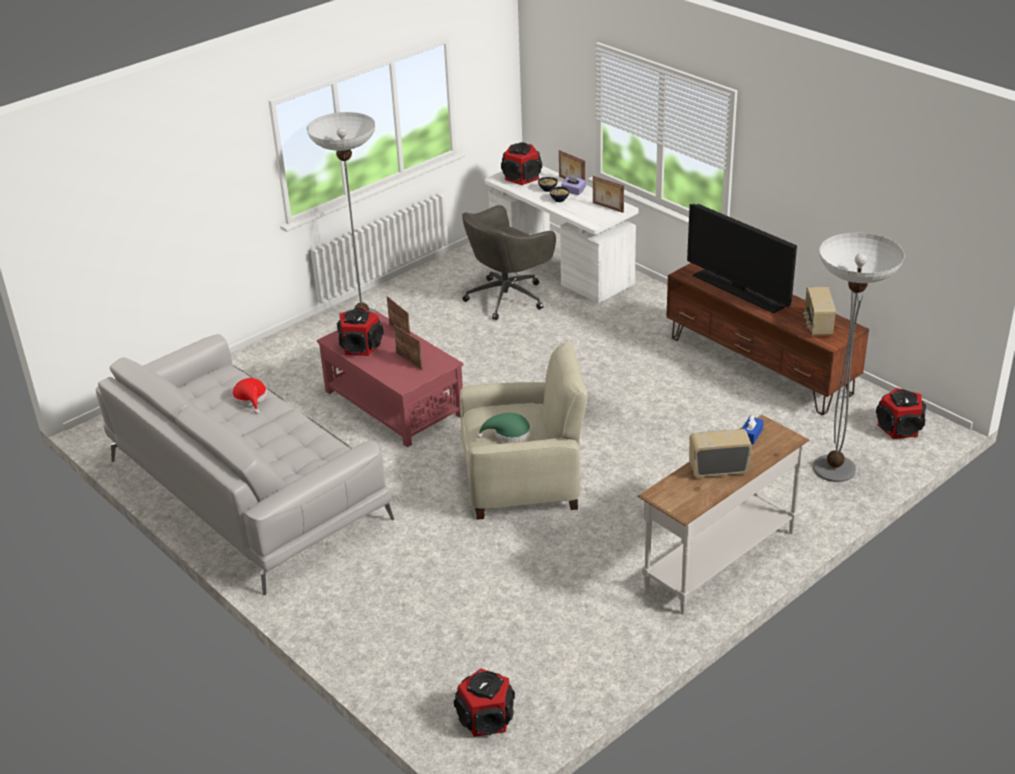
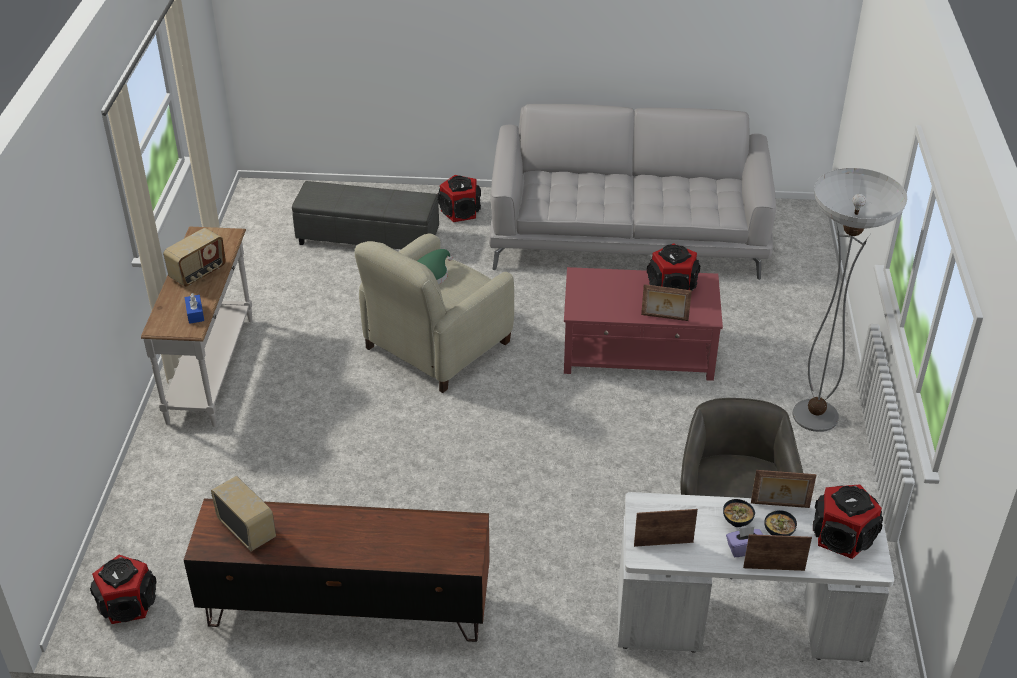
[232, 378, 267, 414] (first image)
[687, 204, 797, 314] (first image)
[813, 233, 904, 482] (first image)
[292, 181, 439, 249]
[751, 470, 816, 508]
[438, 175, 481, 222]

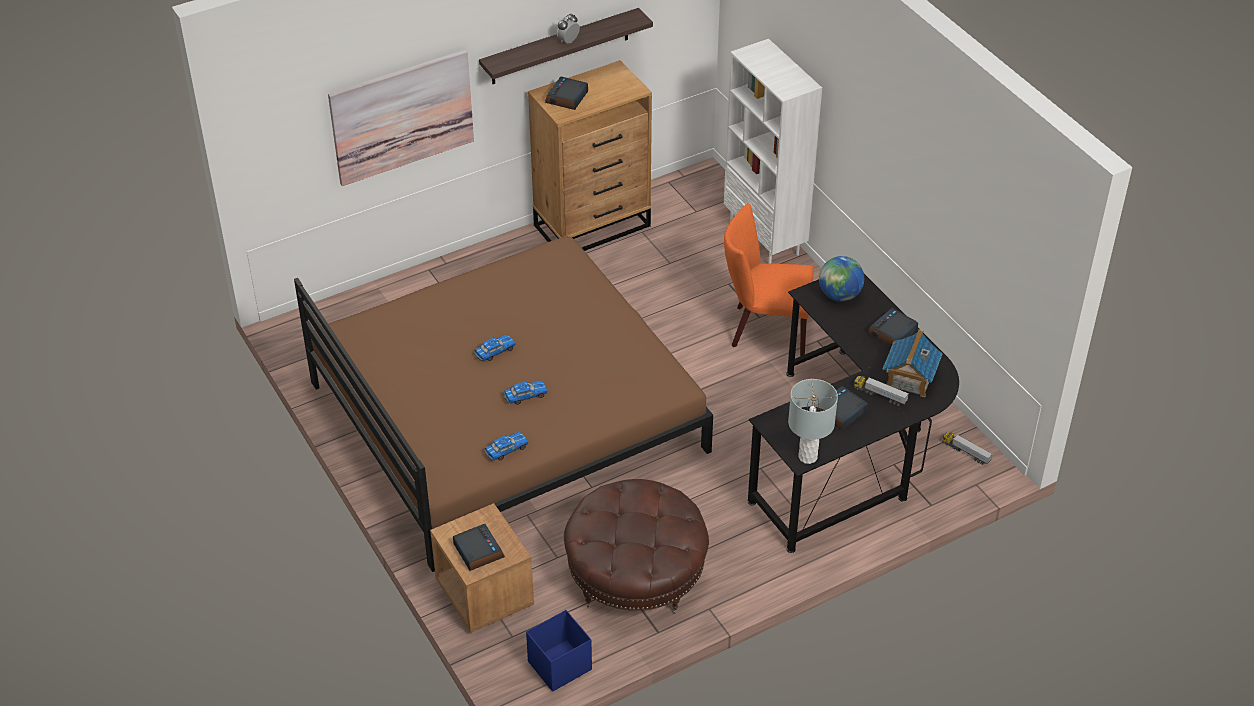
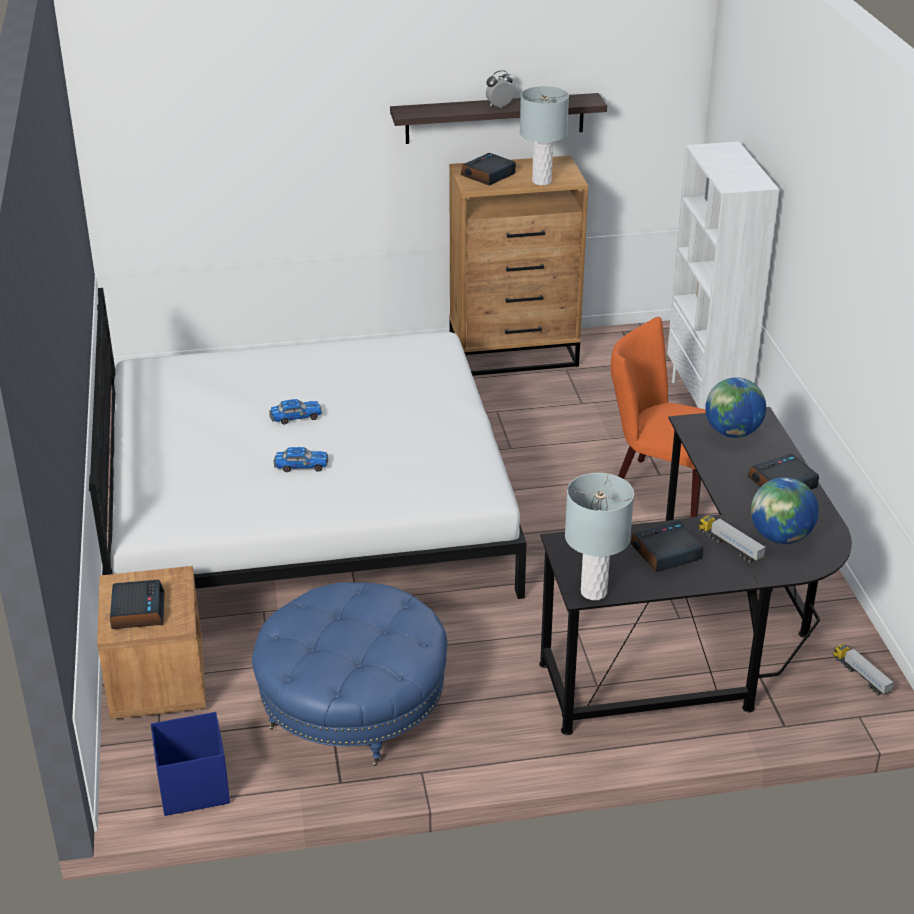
[328, 50, 474, 186] (first image)
[484, 432, 529, 461] (first image)
[520, 86, 569, 185]
[751, 477, 819, 544]
[89, 288, 526, 599]
[252, 582, 447, 766]

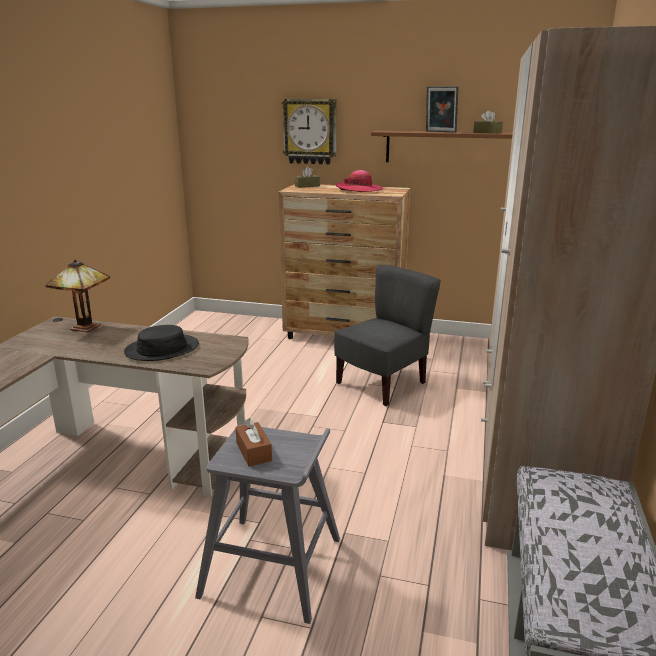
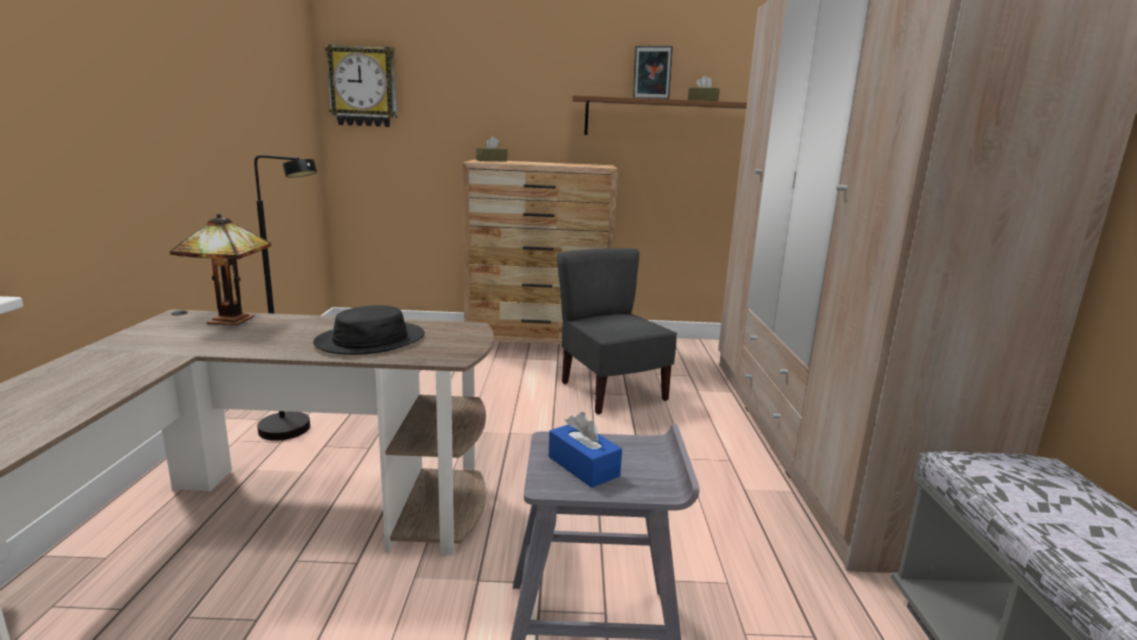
[336, 170, 384, 192] (first image)
[254, 155, 317, 441]
[325, 44, 397, 127]
[549, 412, 622, 488]
[557, 248, 677, 415]

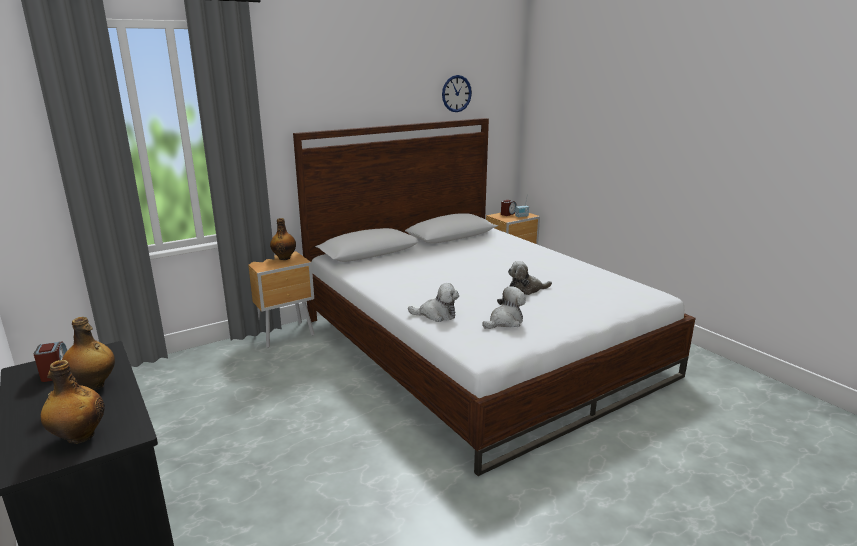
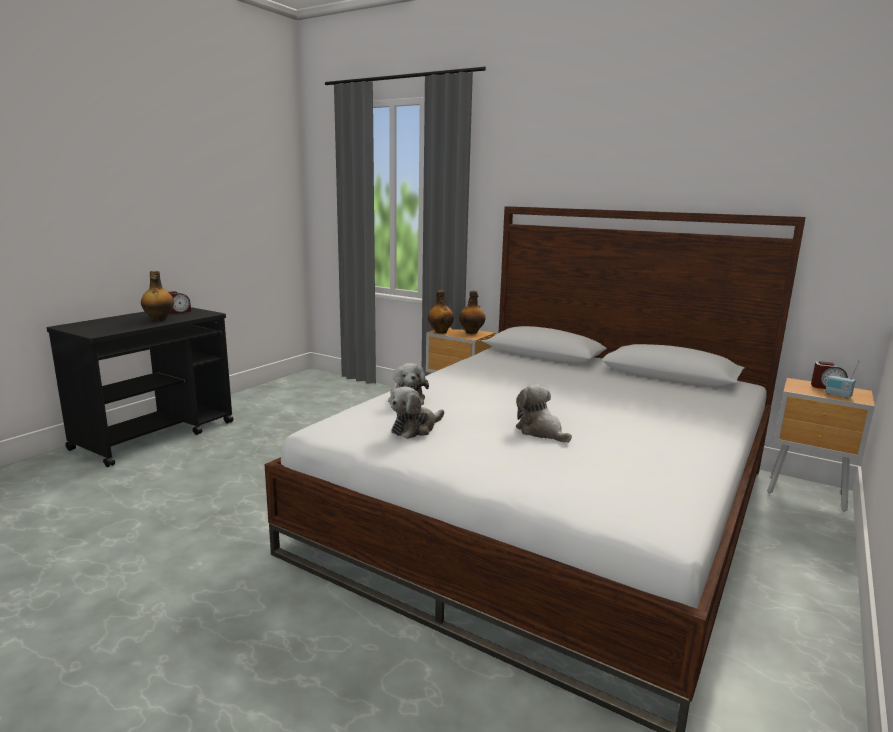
[442, 75, 472, 112] (first image)
[428, 290, 454, 334]
[390, 387, 444, 439]

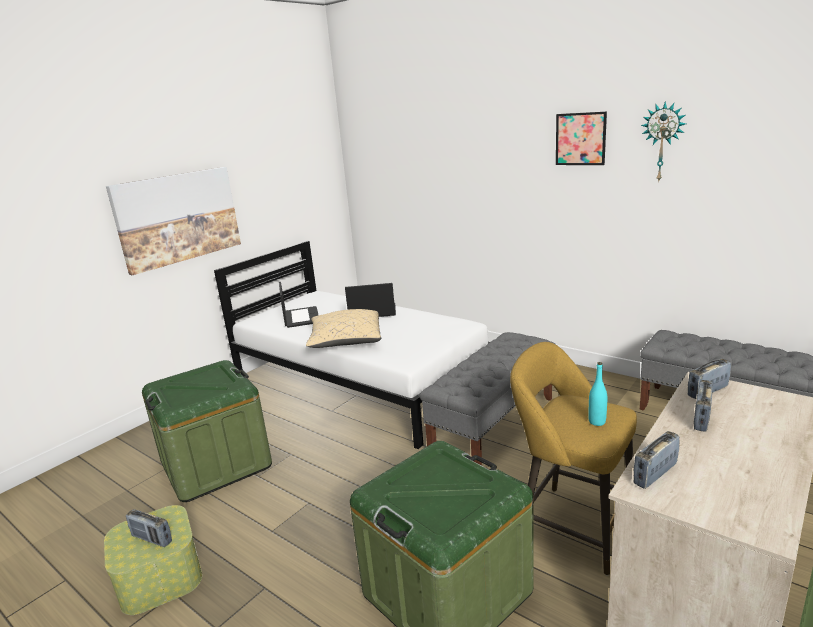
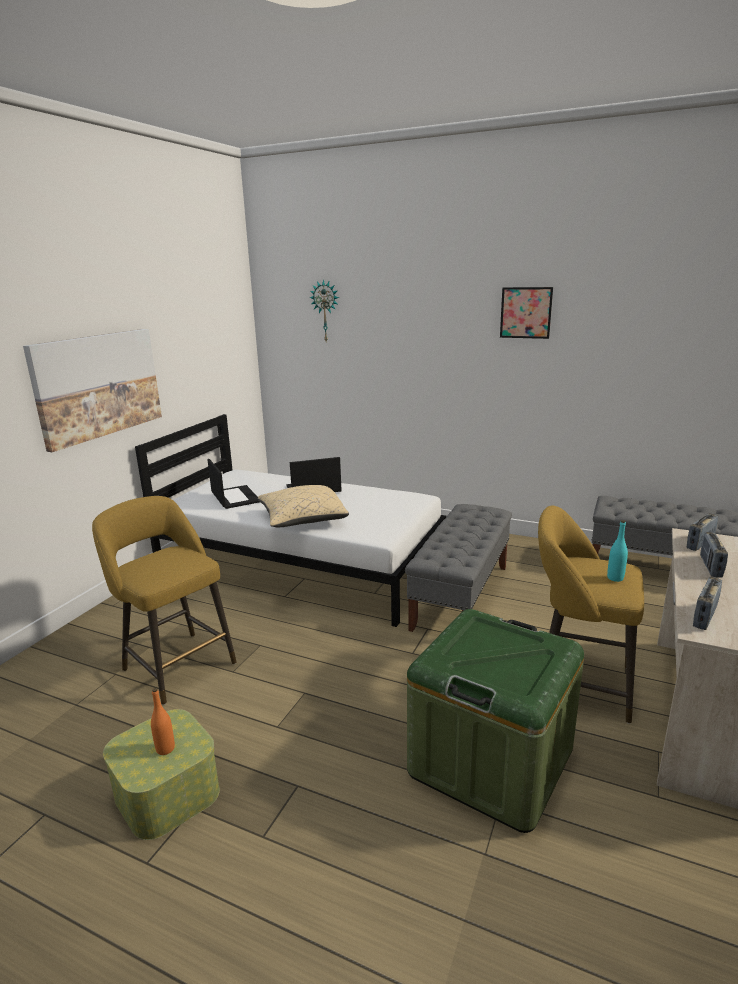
[309, 279, 339, 342]
[151, 688, 175, 755]
[92, 496, 237, 705]

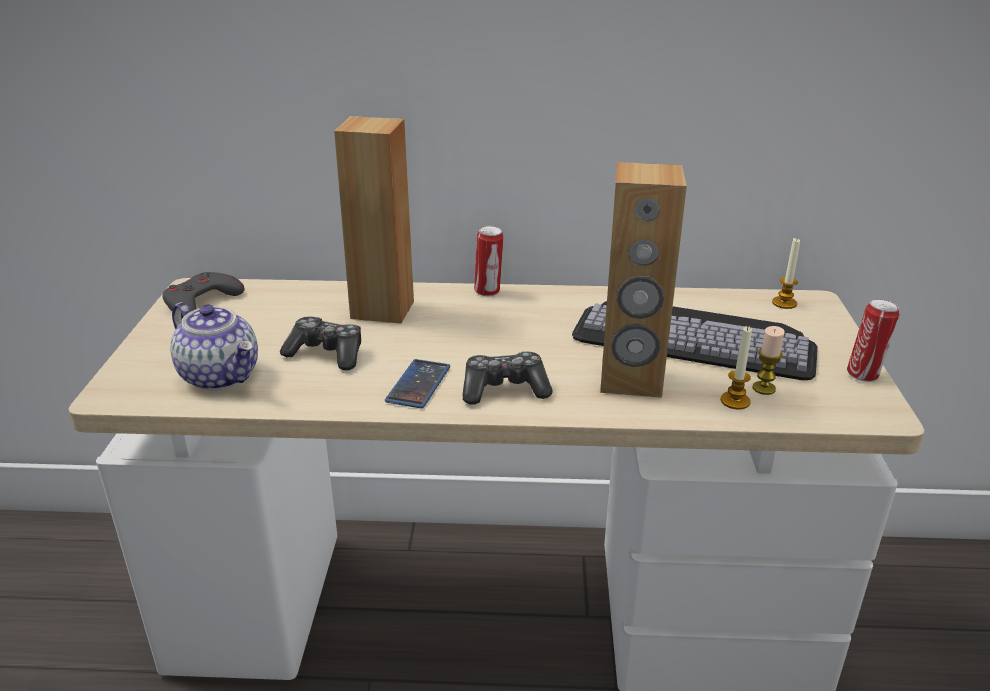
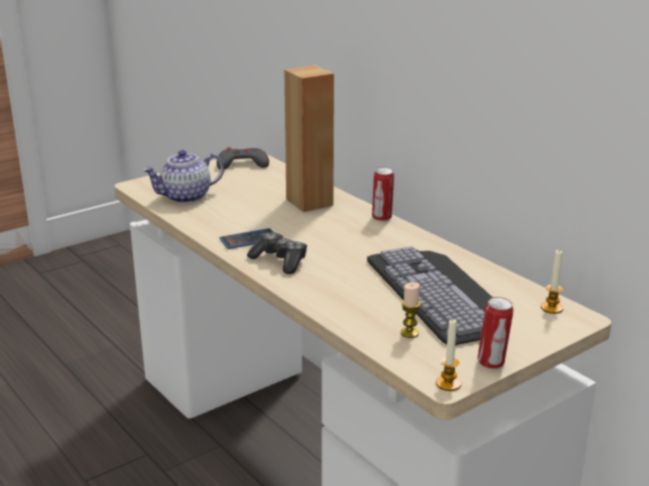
[280, 316, 361, 370] (first image)
[600, 162, 687, 398] (first image)
[436, 319, 461, 391]
[143, 150, 224, 203]

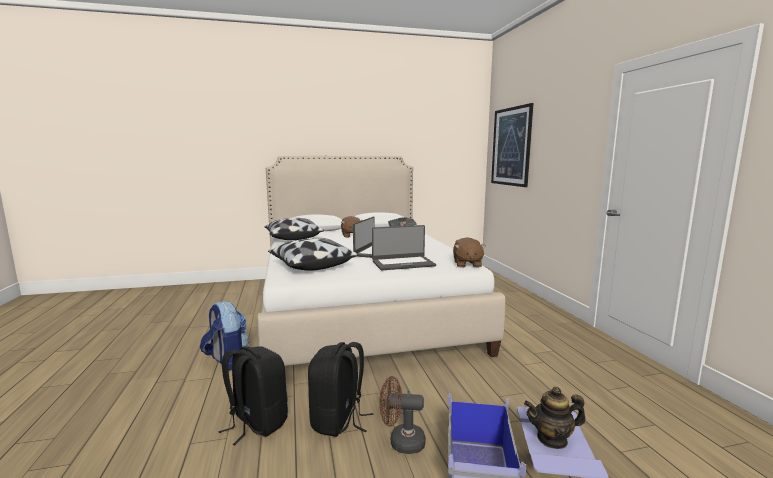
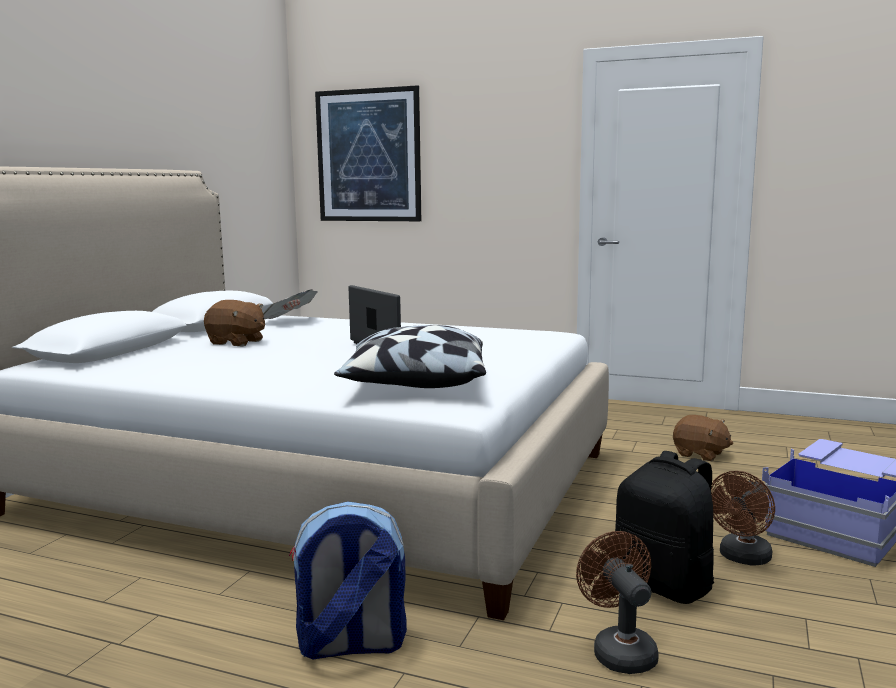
[264, 218, 324, 240] (first image)
[372, 225, 436, 270] (first image)
[524, 387, 586, 449] (first image)
[673, 415, 733, 461]
[576, 531, 659, 674]

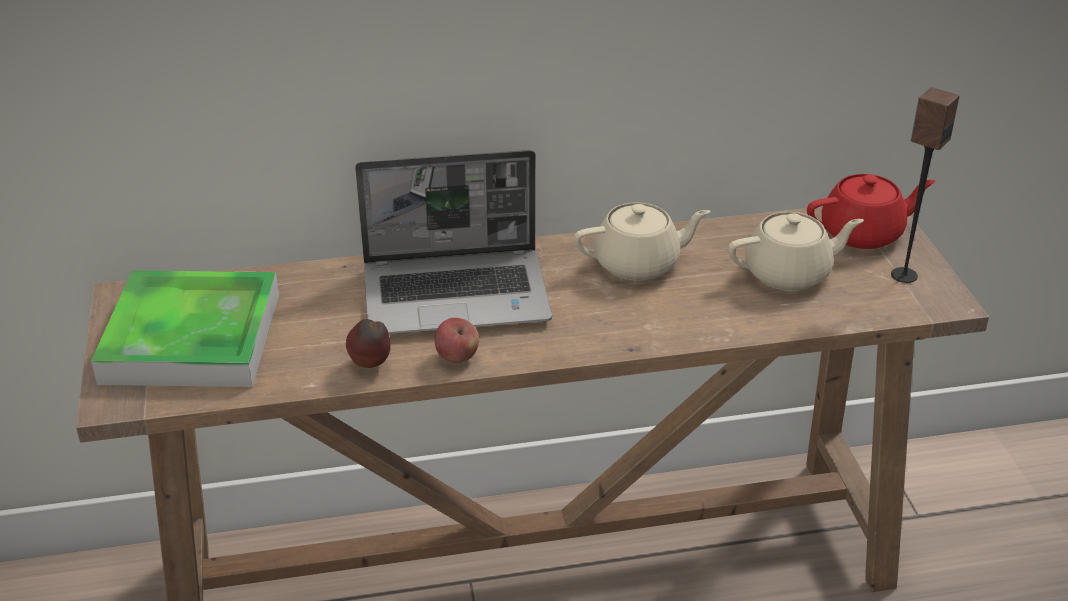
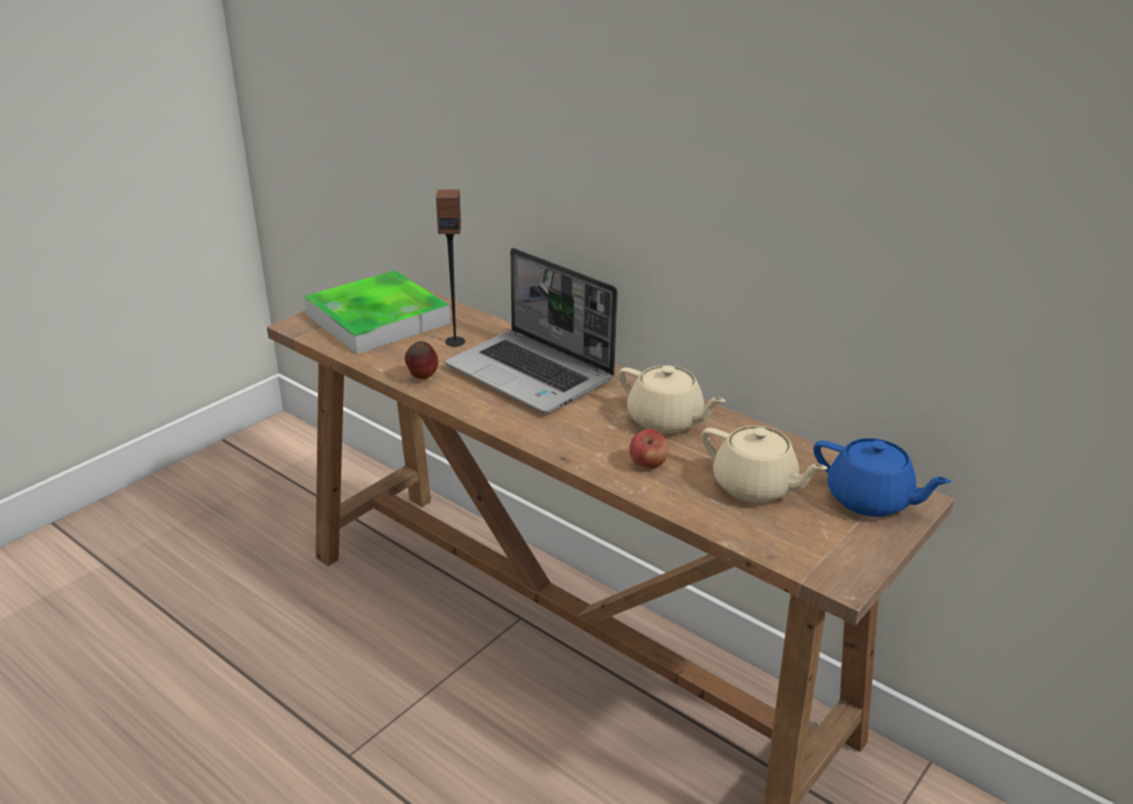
[629, 429, 669, 469]
[436, 190, 465, 347]
[813, 438, 951, 517]

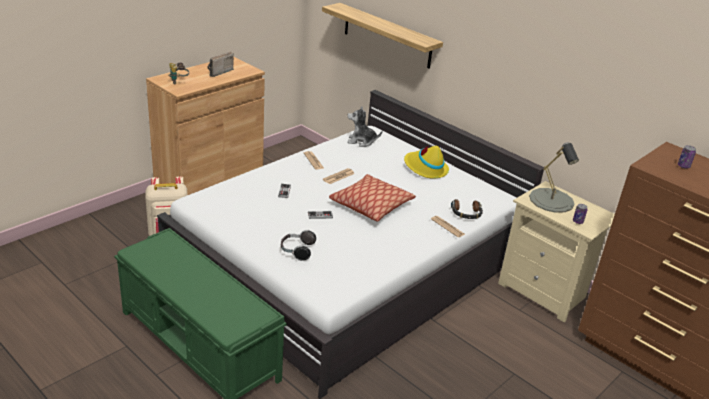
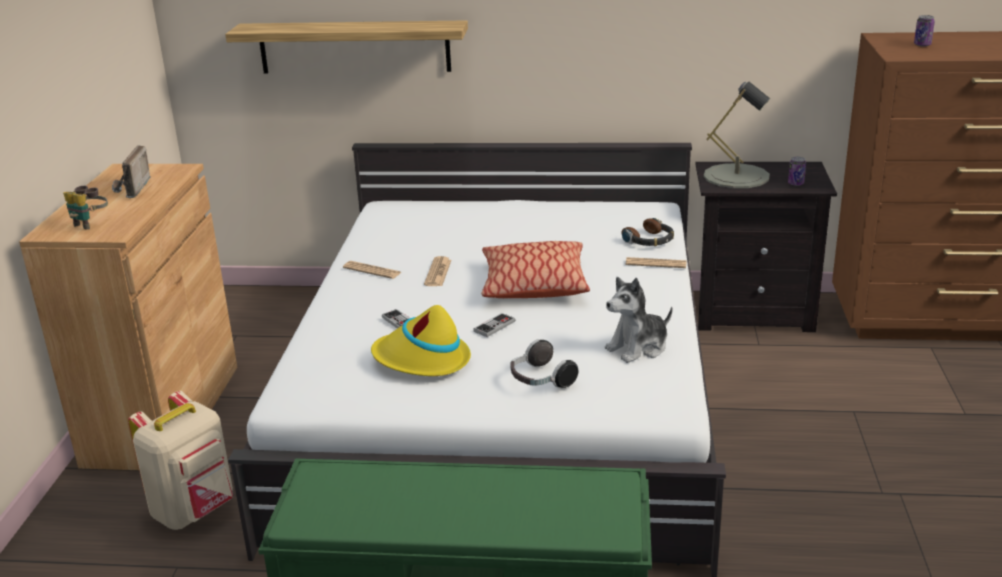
[605, 277, 673, 363]
[371, 305, 471, 376]
[695, 162, 837, 332]

